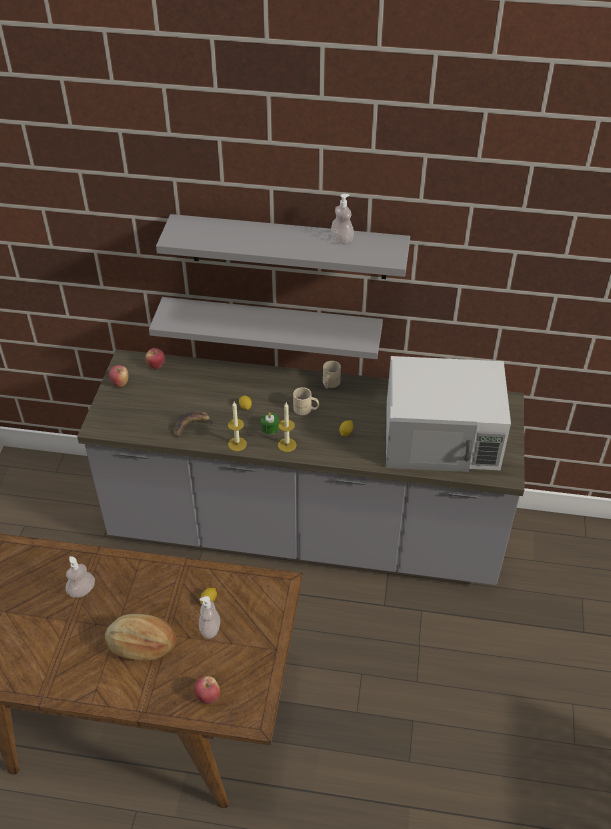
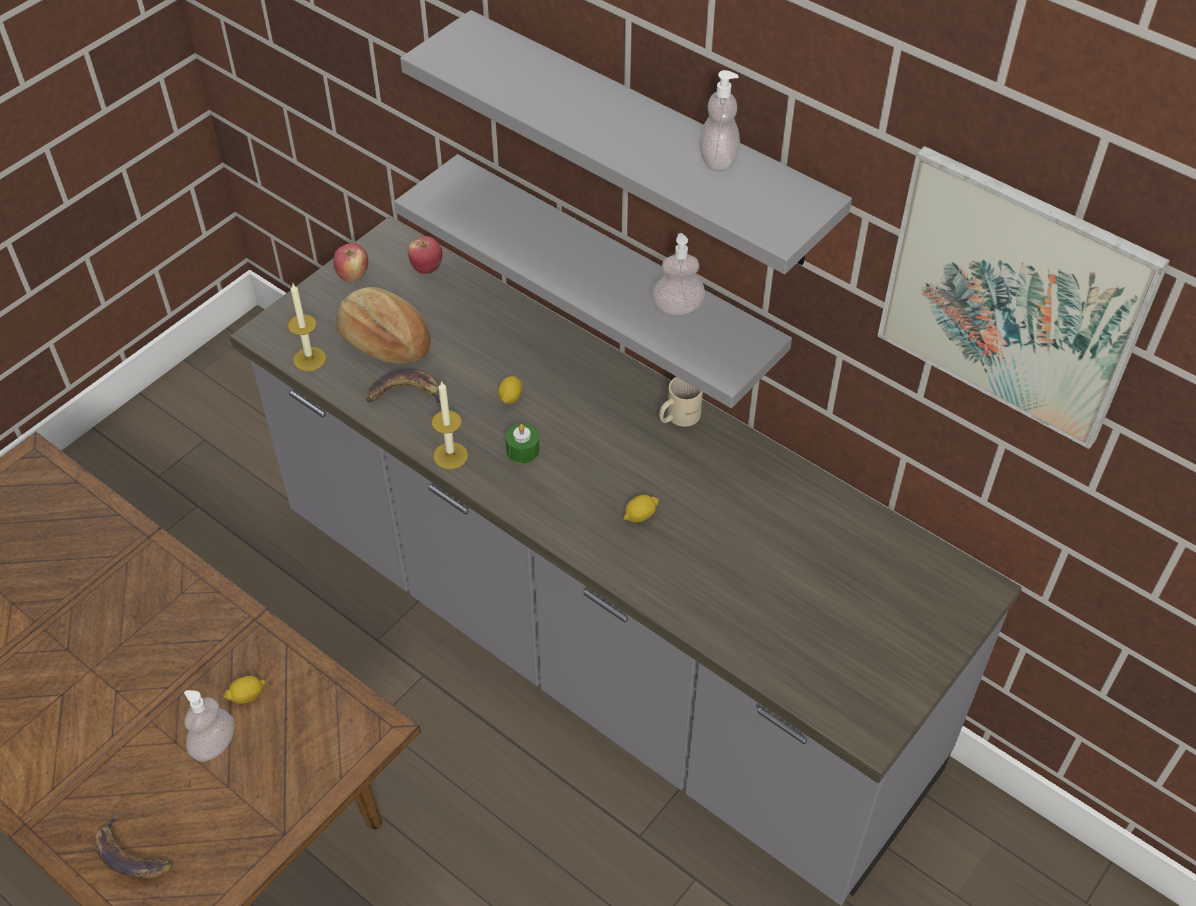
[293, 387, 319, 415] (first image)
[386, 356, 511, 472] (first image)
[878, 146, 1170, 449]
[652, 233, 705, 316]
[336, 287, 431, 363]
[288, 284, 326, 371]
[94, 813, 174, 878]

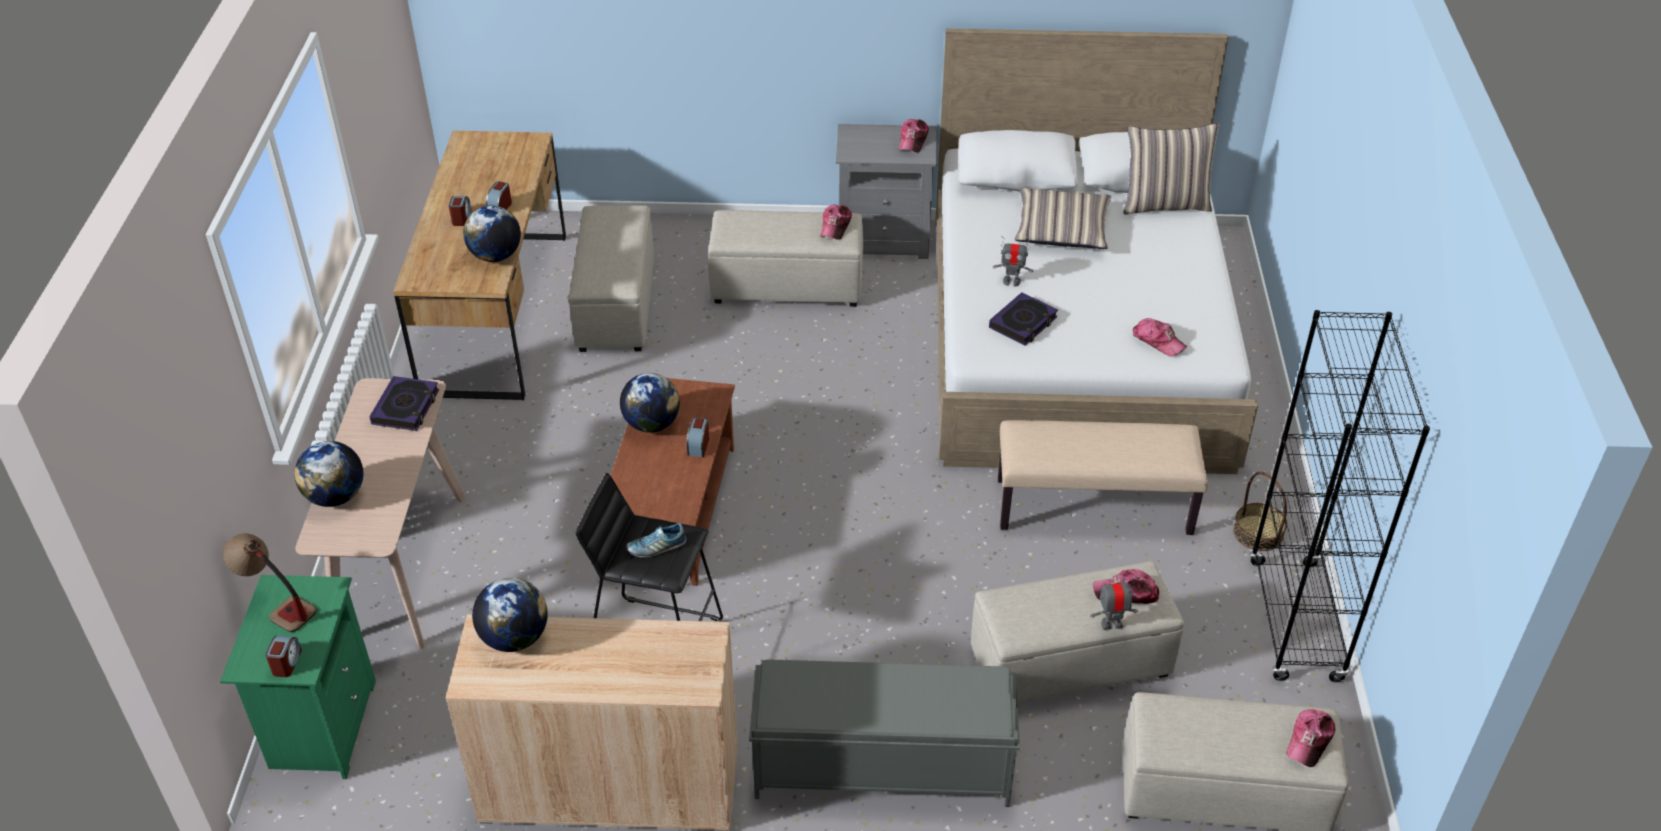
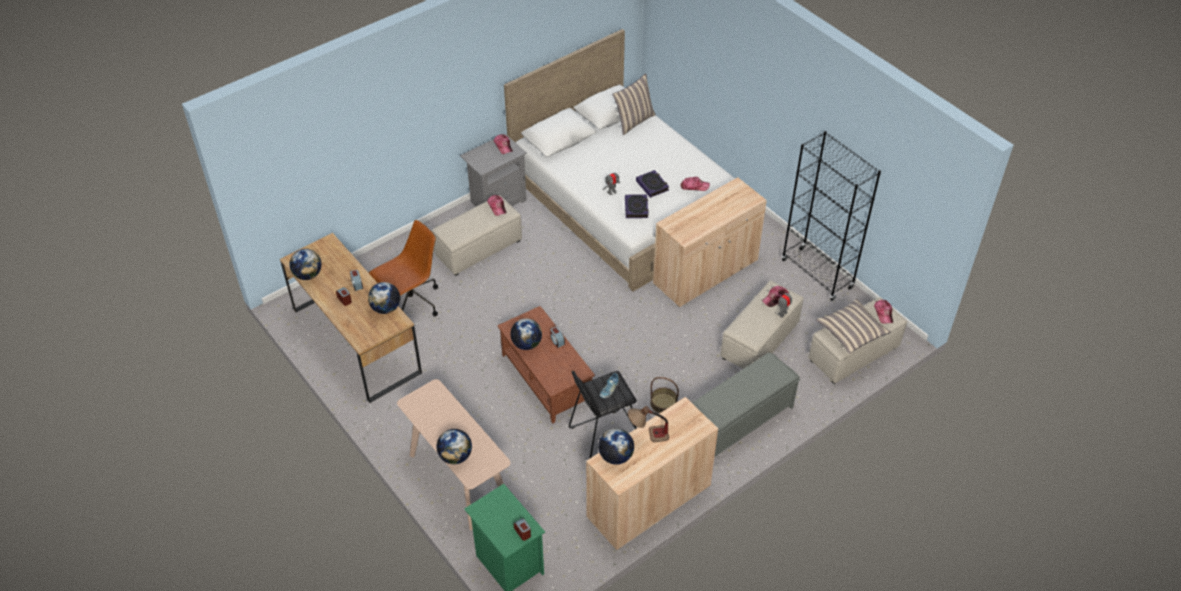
[289, 249, 321, 280]
[628, 406, 669, 442]
[636, 170, 669, 198]
[816, 299, 891, 354]
[650, 377, 679, 413]
[369, 220, 438, 316]
[653, 177, 767, 307]

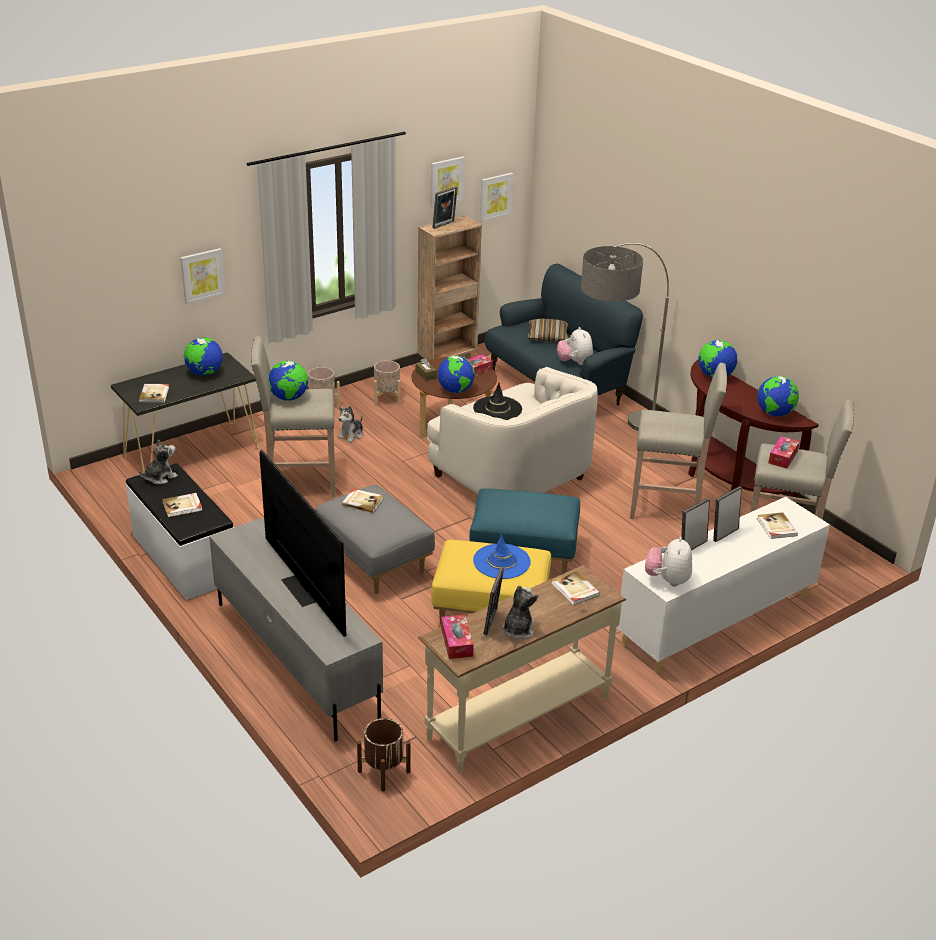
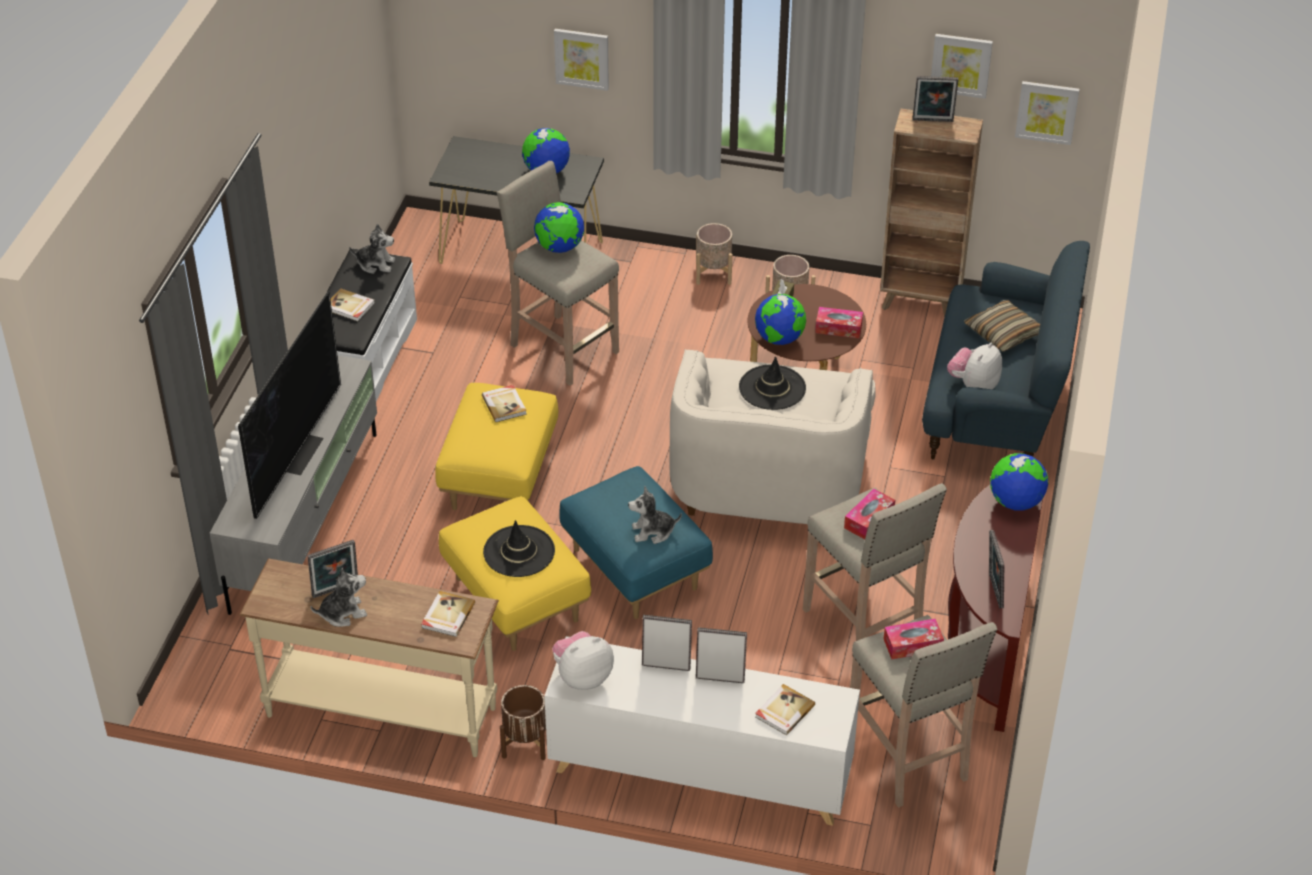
[139, 384, 169, 403] (first image)
[581, 243, 669, 431] (first image)
[628, 486, 682, 544]
[500, 685, 546, 760]
[844, 489, 895, 539]
[989, 530, 1004, 609]
[435, 383, 558, 510]
[483, 520, 555, 577]

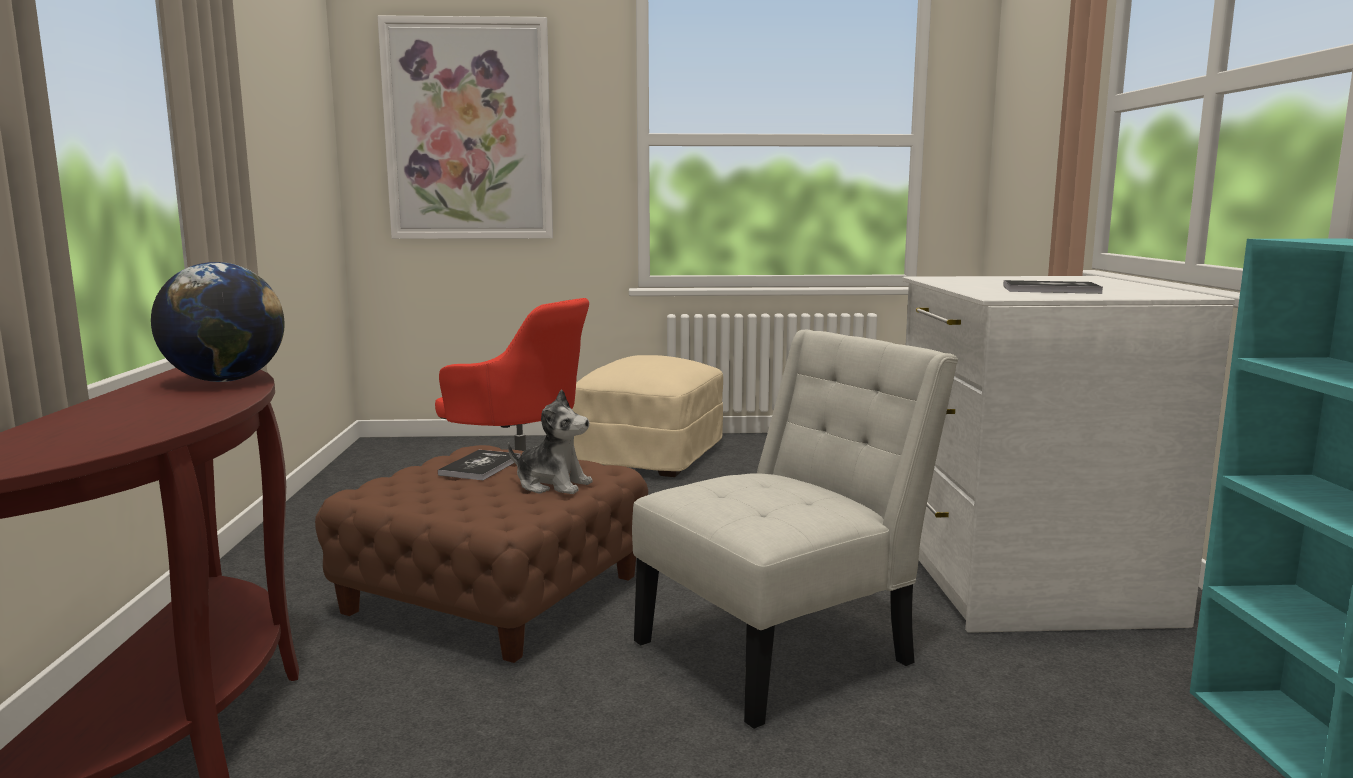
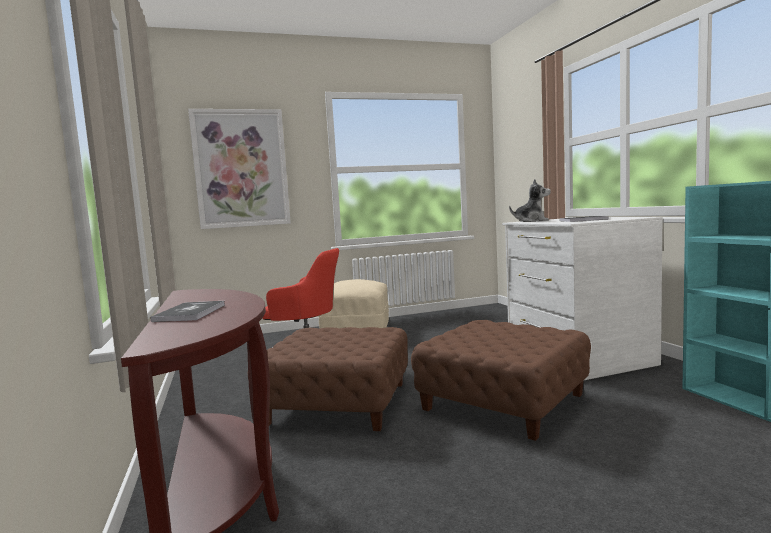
[151, 262, 285, 382] (first image)
[151, 301, 225, 322]
[509, 179, 551, 222]
[411, 320, 591, 441]

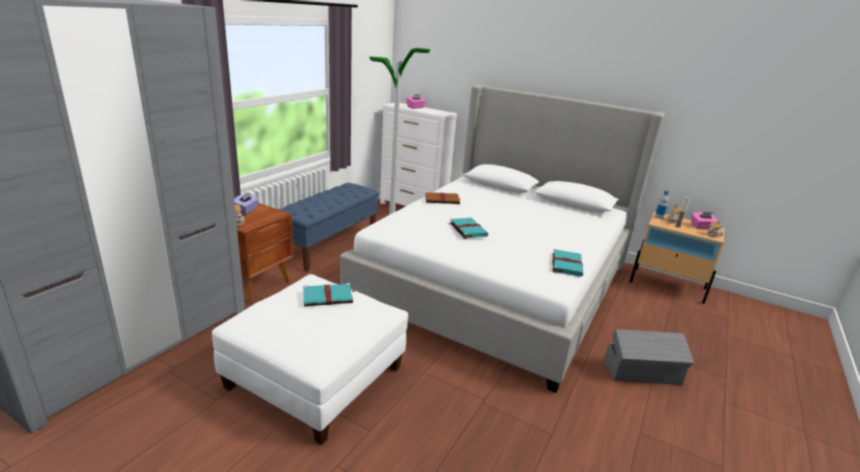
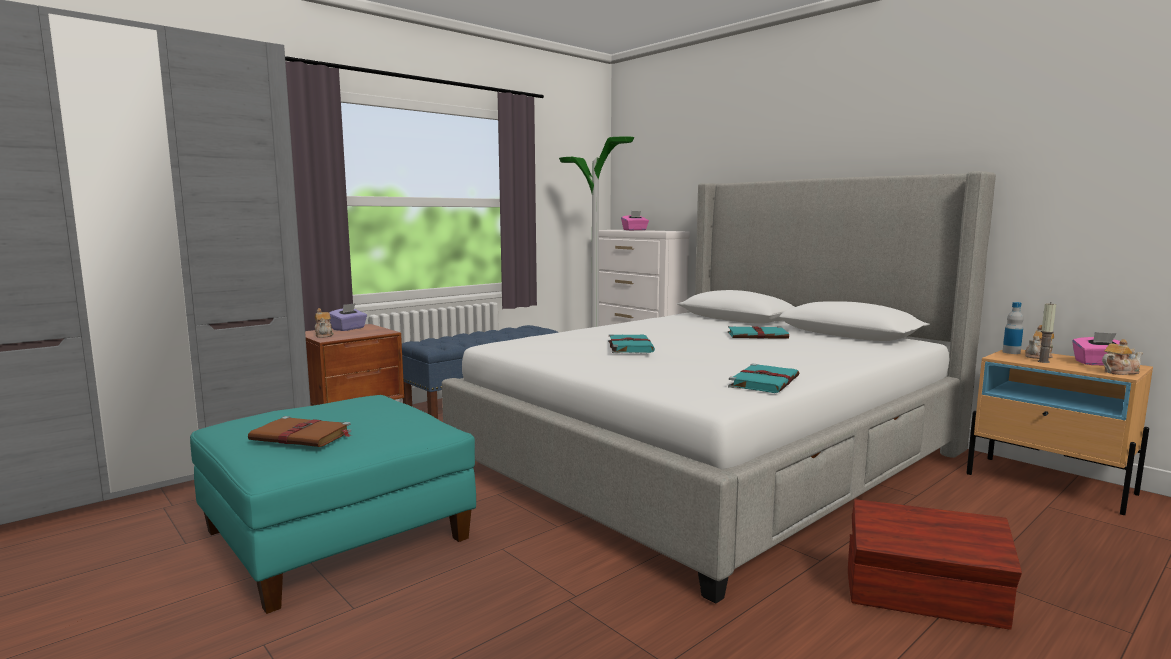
[728, 326, 789, 339]
[248, 416, 351, 447]
[190, 395, 476, 614]
[848, 499, 1022, 630]

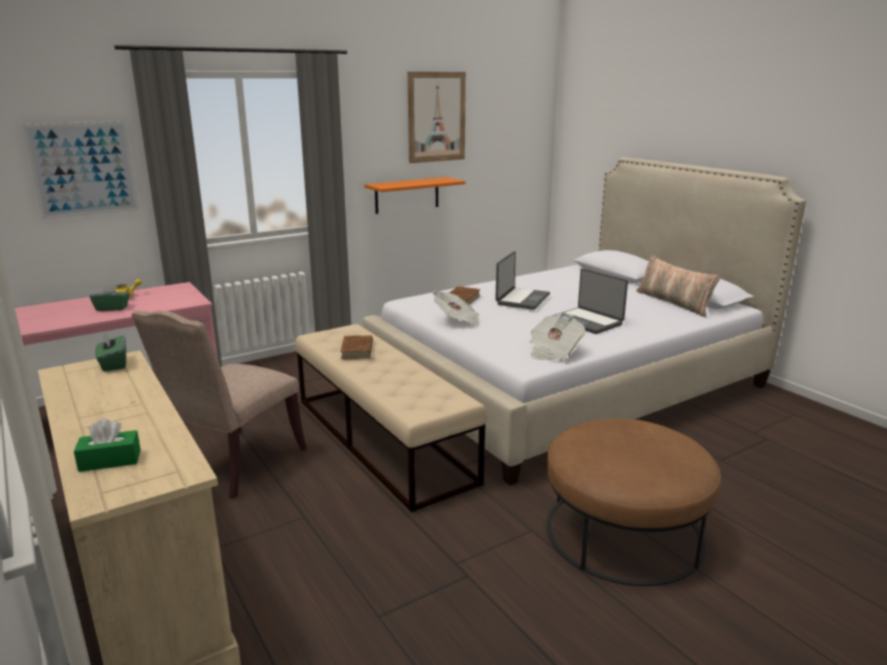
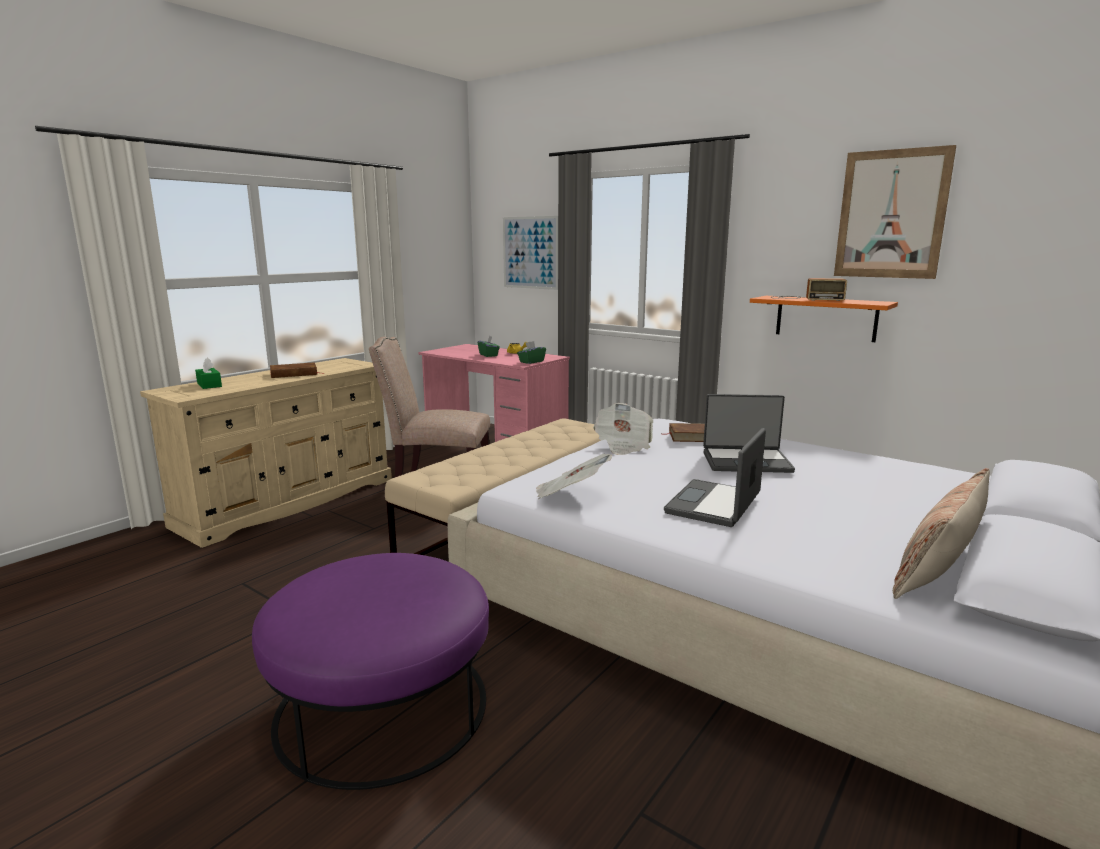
[771, 278, 847, 301]
[517, 341, 546, 364]
[270, 362, 319, 378]
[252, 553, 489, 790]

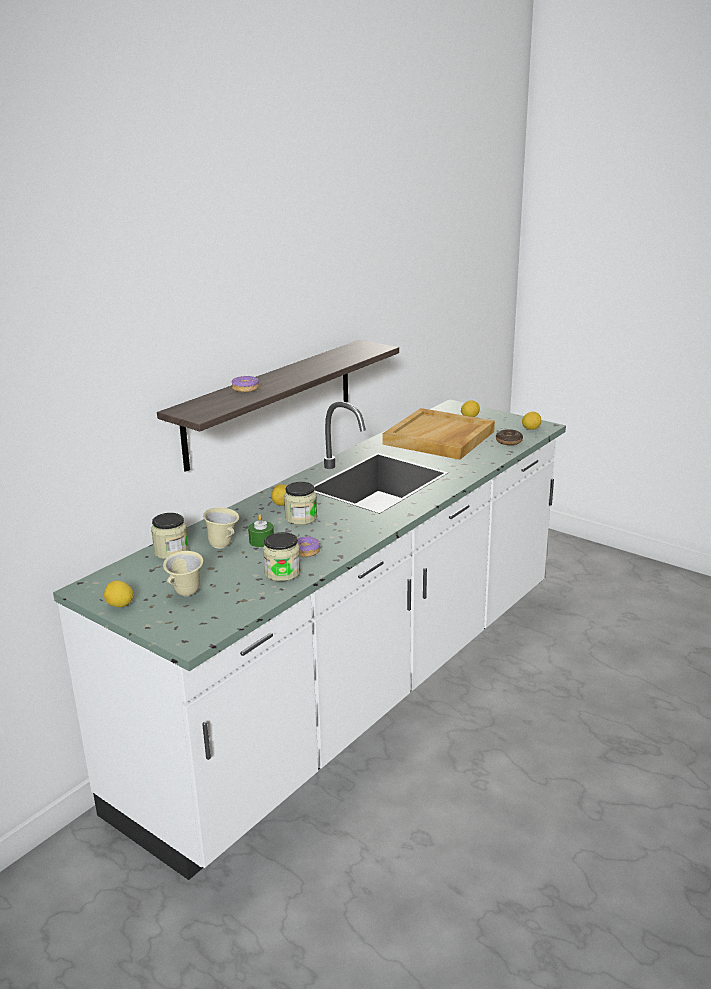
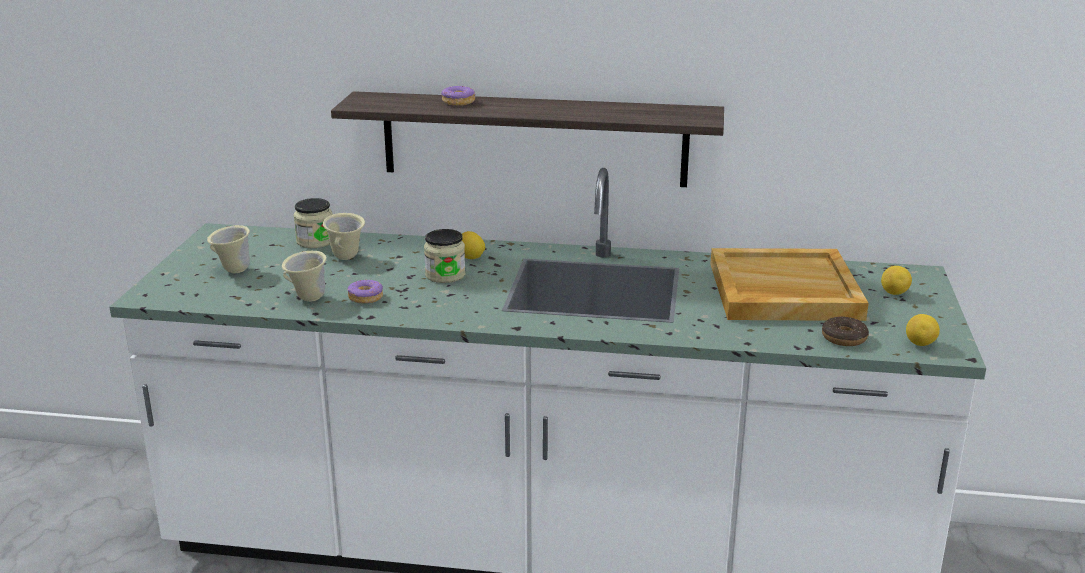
[104, 580, 134, 607] (first image)
[248, 515, 274, 547] (first image)
[282, 251, 327, 302]

